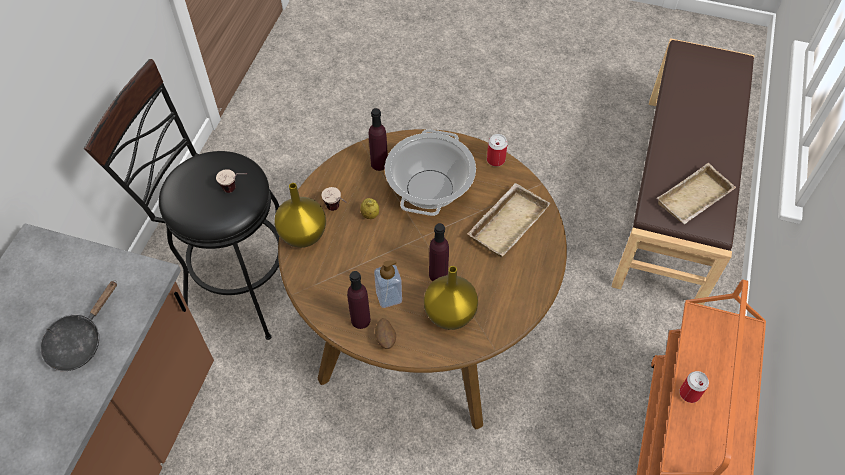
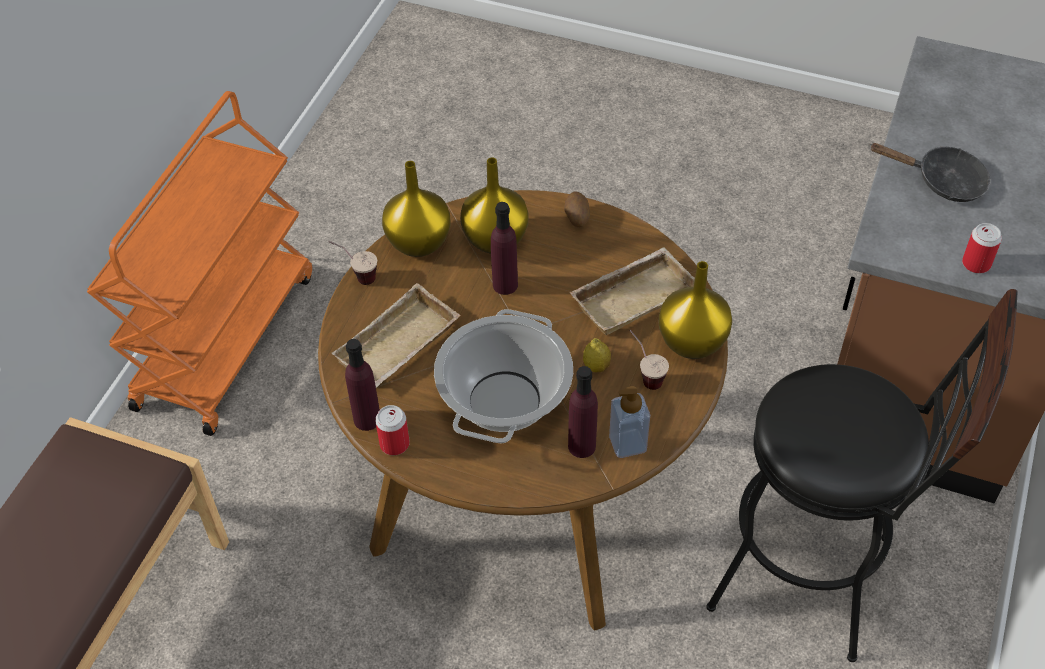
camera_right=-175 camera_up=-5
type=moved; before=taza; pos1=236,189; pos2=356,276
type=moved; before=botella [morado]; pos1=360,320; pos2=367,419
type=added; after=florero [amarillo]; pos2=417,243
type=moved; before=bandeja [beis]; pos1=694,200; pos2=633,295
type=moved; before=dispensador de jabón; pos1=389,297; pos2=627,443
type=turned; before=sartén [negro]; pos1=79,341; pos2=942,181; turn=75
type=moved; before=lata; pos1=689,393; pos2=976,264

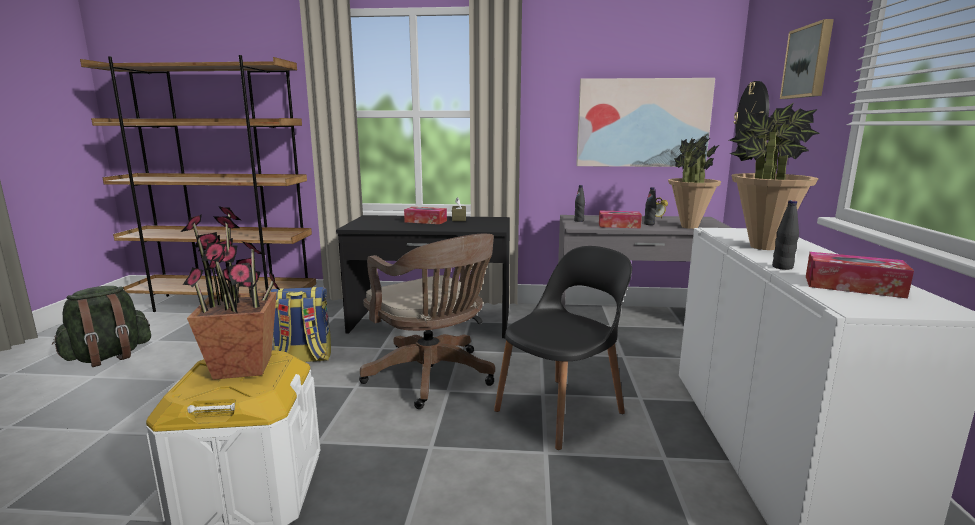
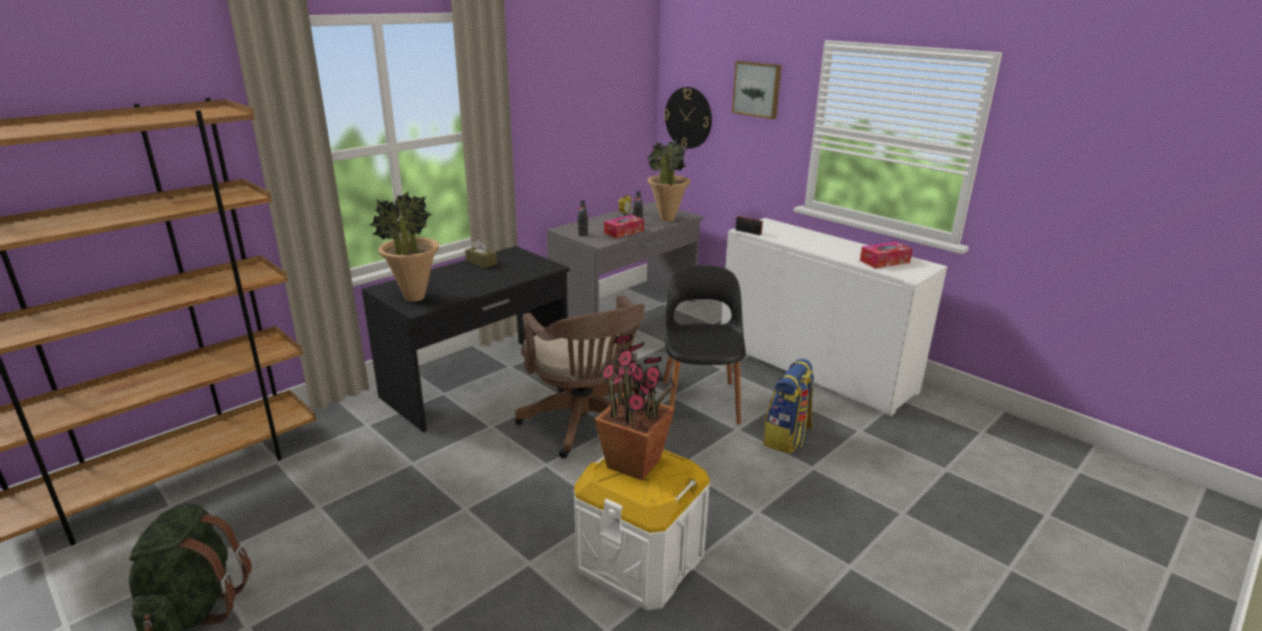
camera_right=-50 camera_up=10
type=moved; before=planta en maceta; pos1=762,247; pos2=414,298
type=turned; before=silla de oficina [marrón]; pos1=433,377; pos2=585,425; turn=60
type=added; after=radio; pos2=749,232
type=moved; before=mochila; pos1=303,358; pos2=787,438
type=removed; before=caja de pañuelos; pos1=425,221
type=removed; before=cuadro; pos1=642,123
type=removed; before=botella [negro]; pos1=782,267

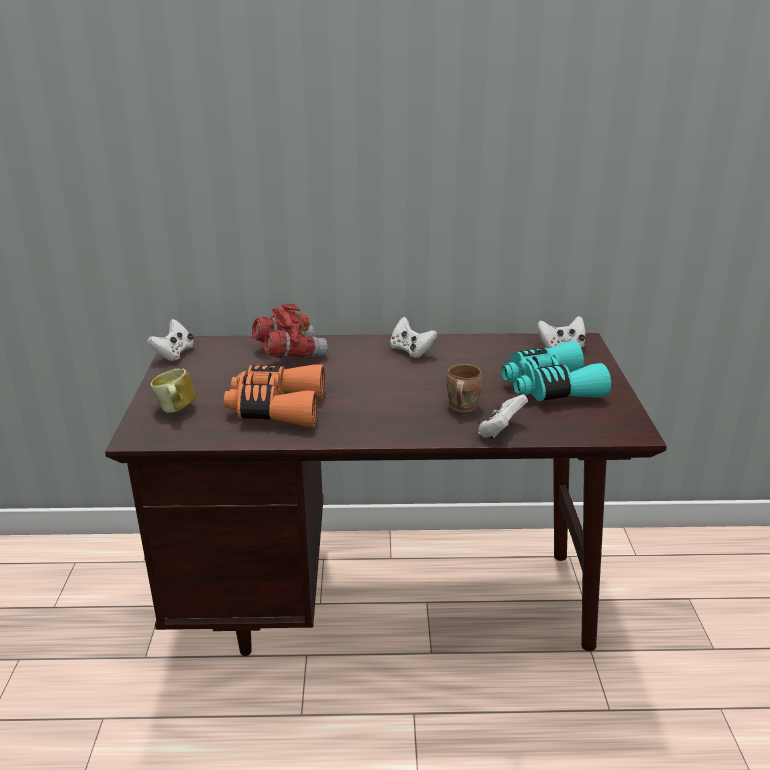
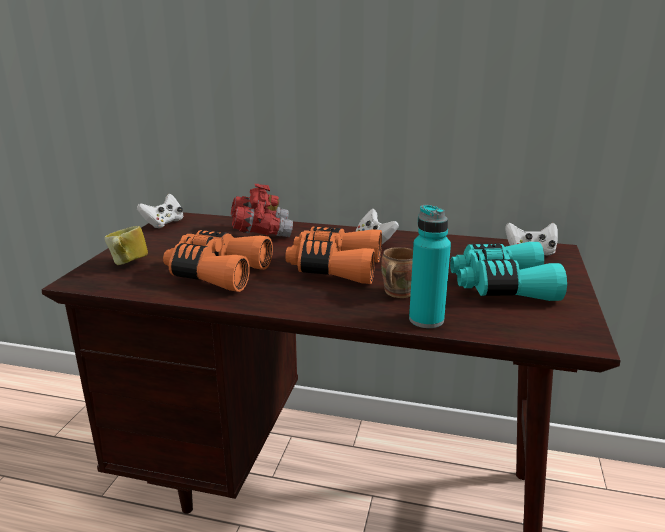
camera_right=15 camera_up=-5
type=added; after=prismáticos [naranja]; pos2=334,267
type=replaced; before=mando de consola [blanco]; after=botella [turquesa]; pos1=500,431; pos2=426,320

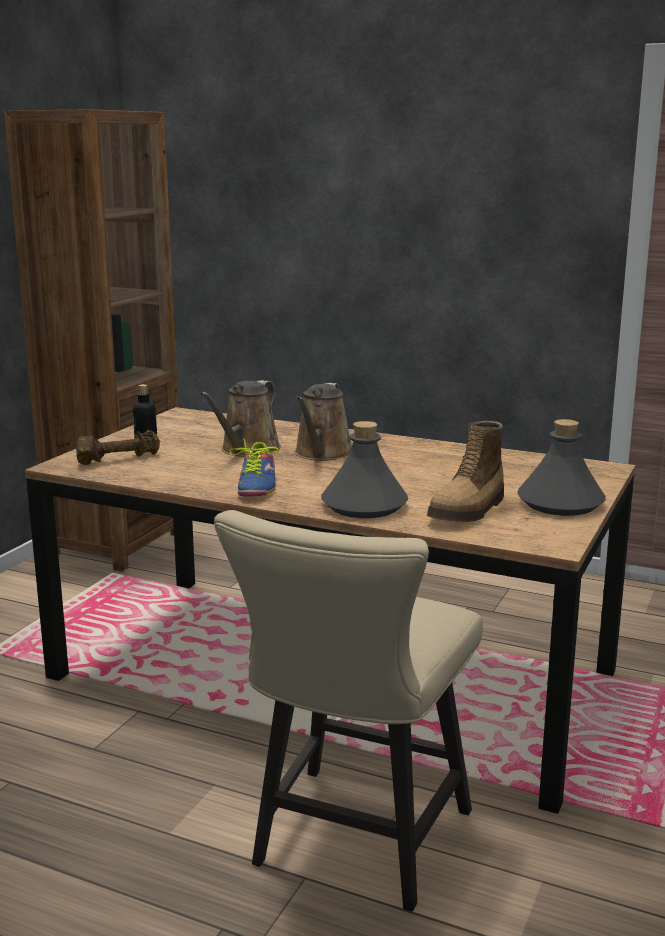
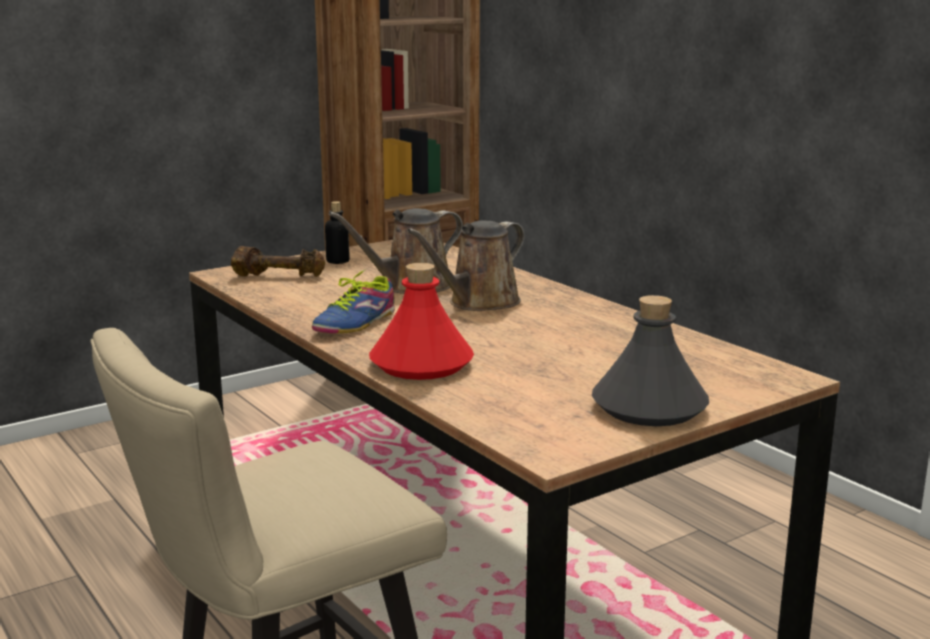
camera_right=30 camera_up=0
type=recoloured; before=botella [gris]; after=botella [rojo]; pos1=365,506; pos2=422,365
type=removed; before=bota; pos1=468,511

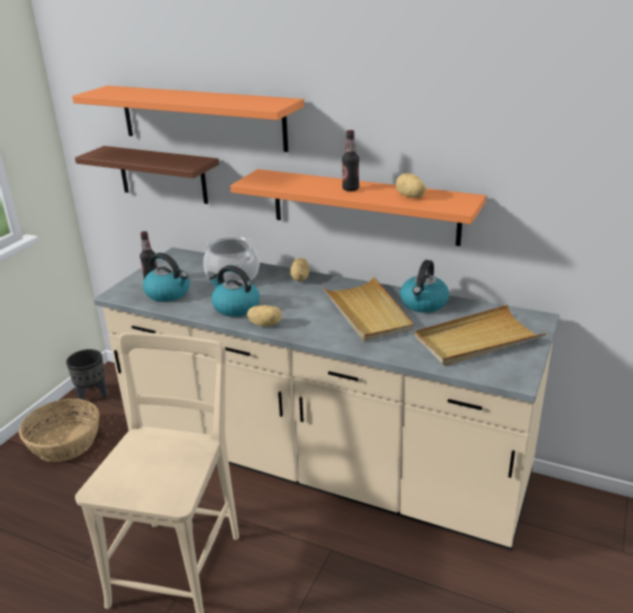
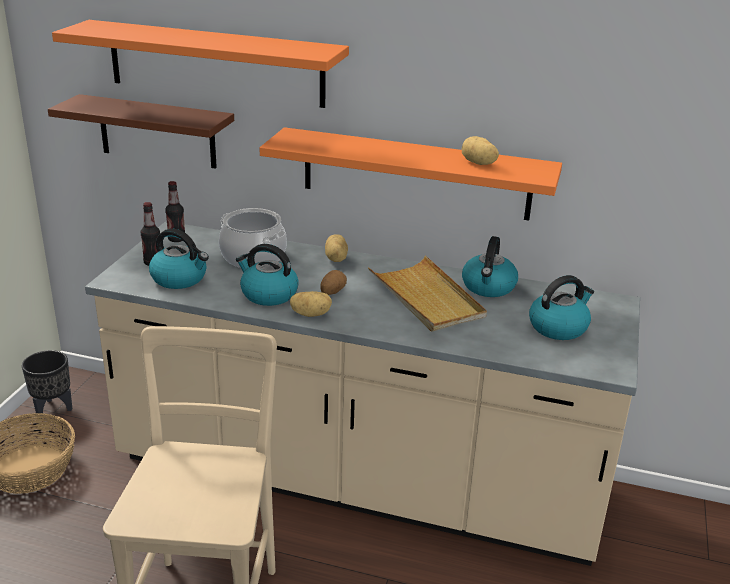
camera_right=-10 camera_up=0
type=moved; before=botella; pos1=350,189; pos2=176,239
type=added; after=patata; pos2=332,292
type=replaced; before=bandeja [beis]; after=hervidor; pos1=477,339; pos2=558,327

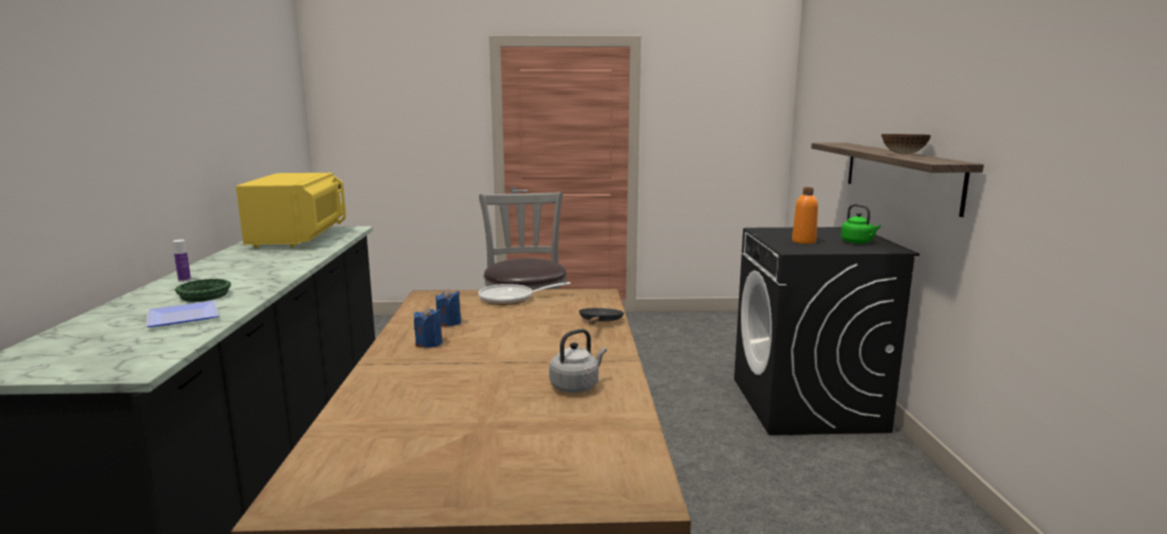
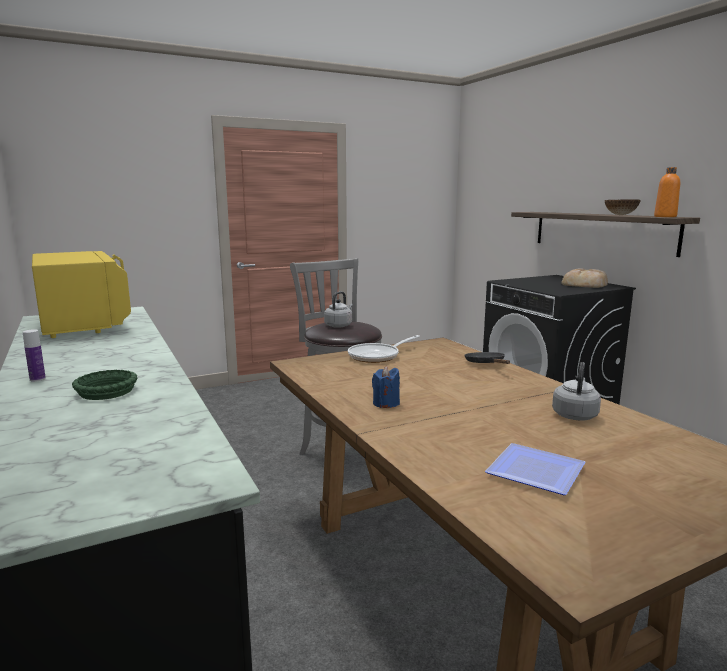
camera_right=-25 camera_up=0
type=added; after=hervidor [gris]; pos2=339,325
type=moved; before=plato; pos1=186,316; pos2=533,470
type=replaced; before=hervidor [verde]; after=pan; pos1=858,242; pos2=585,284
type=moved; before=botella [naranja]; pos1=803,241; pos2=665,216
type=removed; before=vela [azul]; pos1=449,323

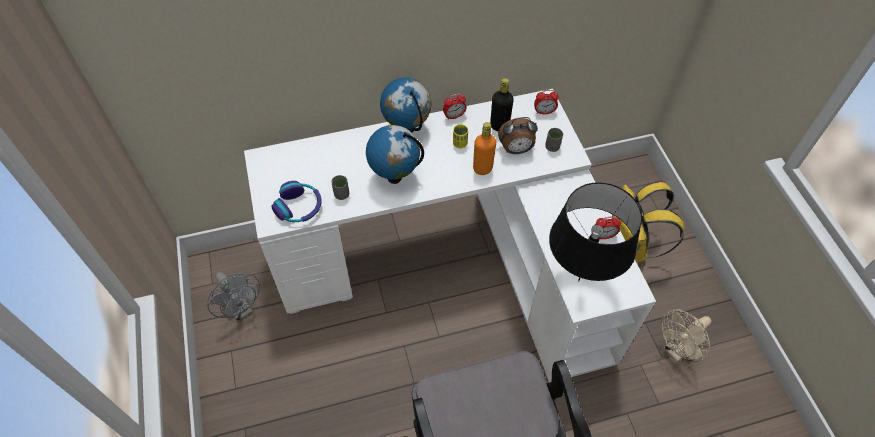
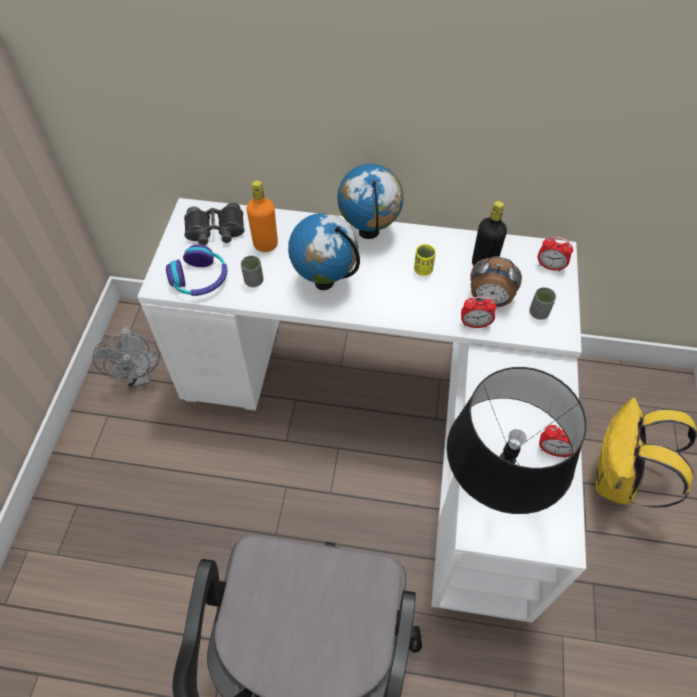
camera_right=25 camera_up=0
type=added; after=prismáticos [negro]; pos2=215,231
type=moved; before=botella [naranja]; pos1=482,168; pos2=265,245
type=moved; before=despertador; pos1=454,116; pos2=475,324
type=removed; before=ventilador [beis]; pos1=677,350

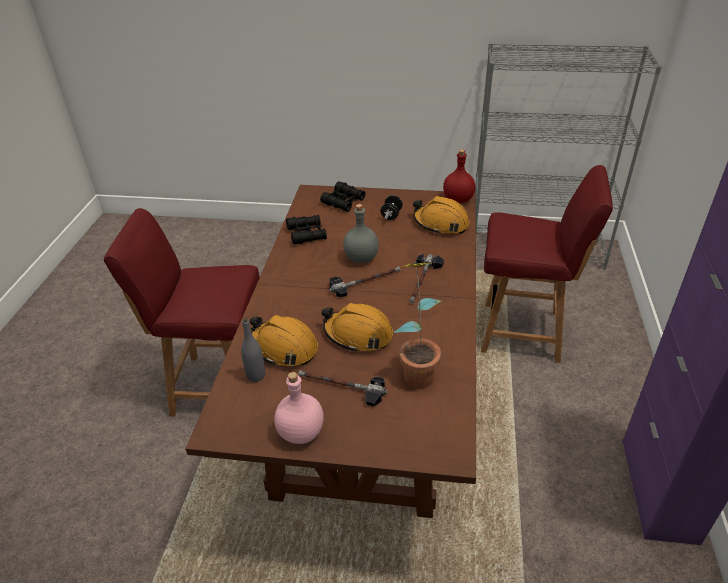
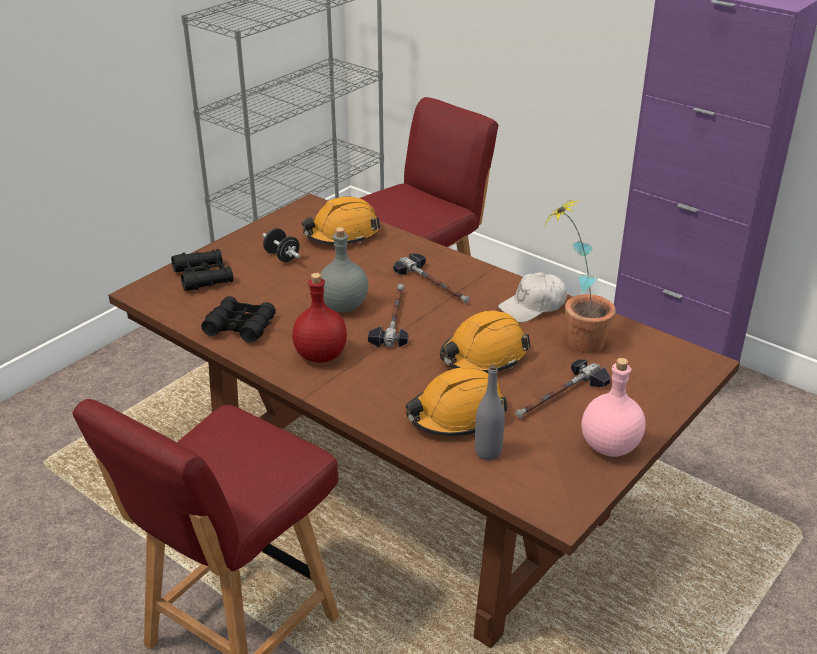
camera_right=-60 camera_up=-5
type=moved; before=botella [rojo]; pos1=457,200; pos2=320,356
type=added; after=gorra [blanco]; pos2=533,306

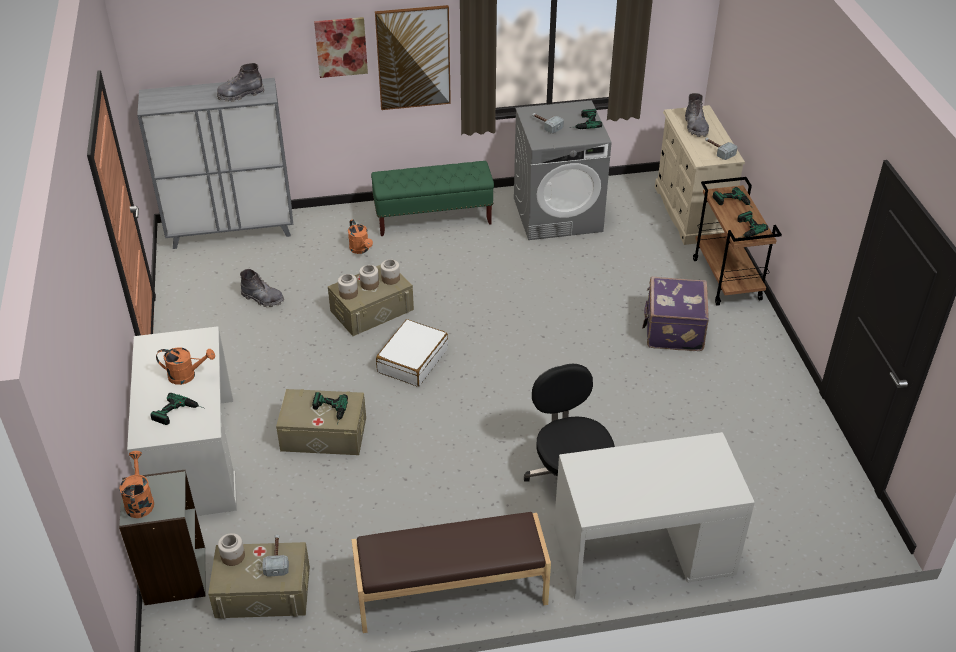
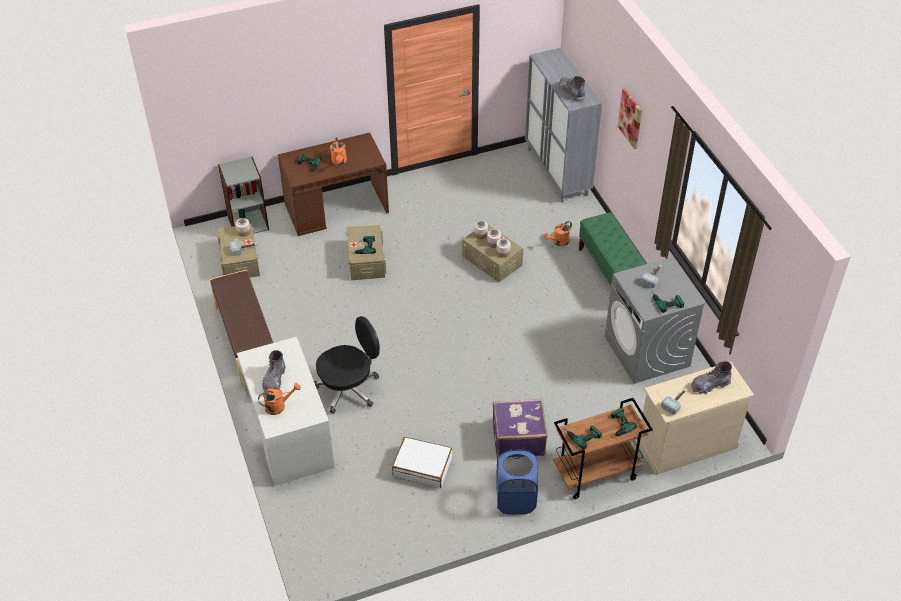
camera_right=80 camera_up=5
type=moved; before=regadera [naranja]; pos1=139,501; pos2=279,406
type=moved; before=bota [gris]; pos1=262,298; pos2=274,380
type=recoloured; before=escritorio [blanco]; after=escritorio [marrón]; pos1=193,457; pos2=336,208
type=moved; before=maleta [blanco]; pos1=412,360; pos2=422,467
type=added; after=cesto de la ropa [azul]; pos2=515,499
type=removed; before=cuadro; pos1=413,57

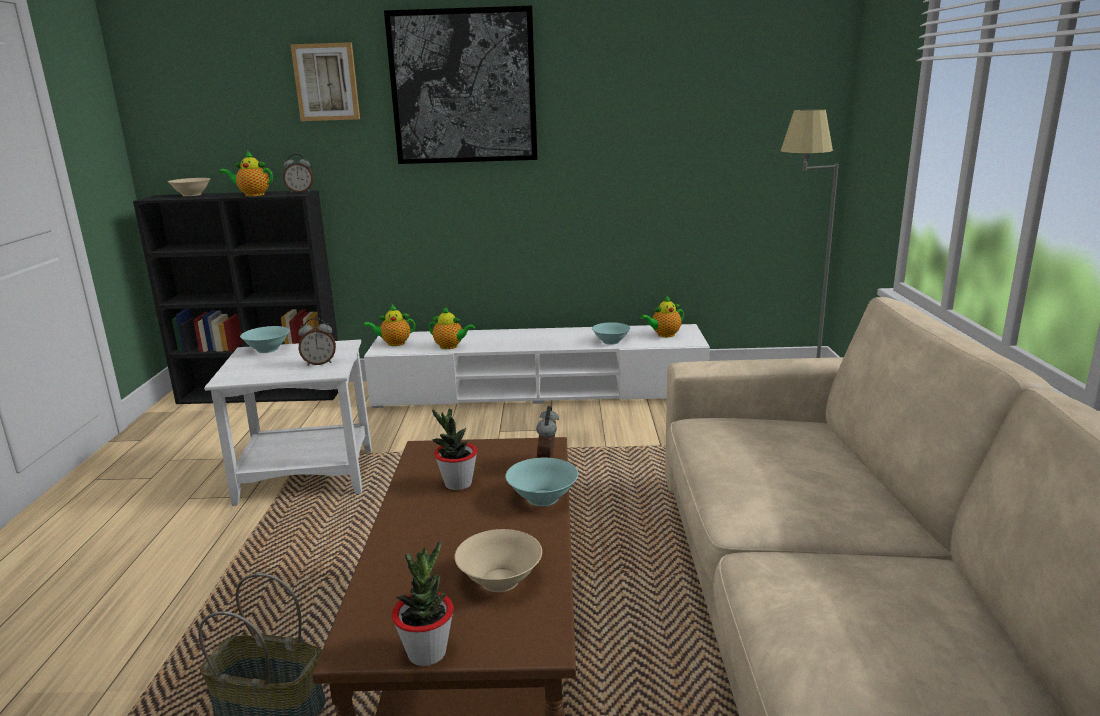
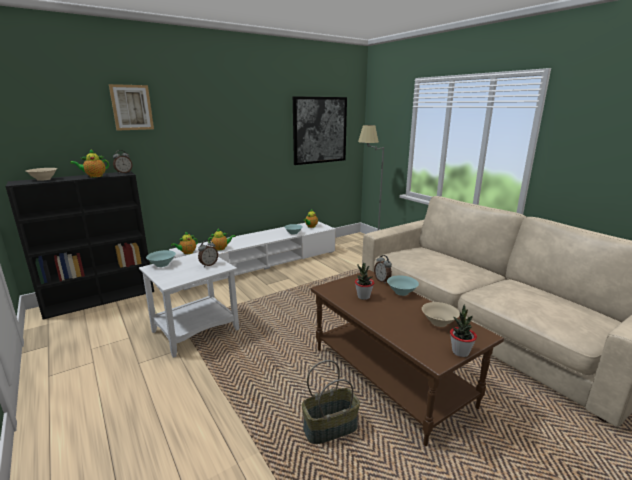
camera_right=-35 camera_up=0
type=moved; before=cuadro; pos1=463,87; pos2=319,130

